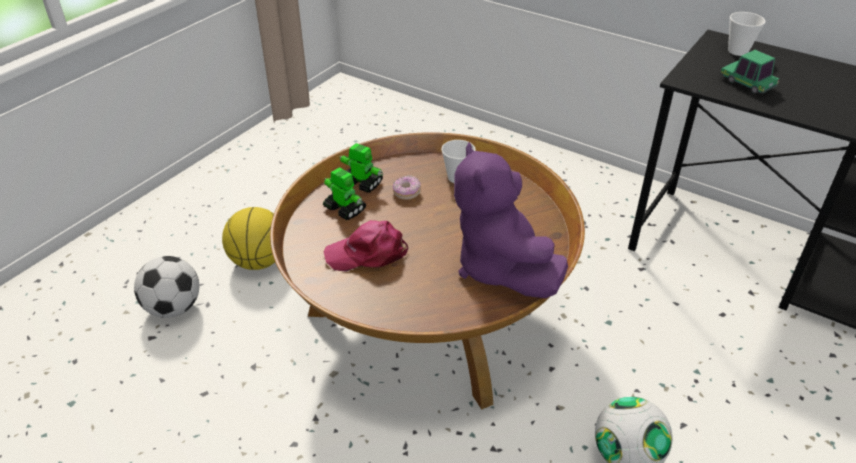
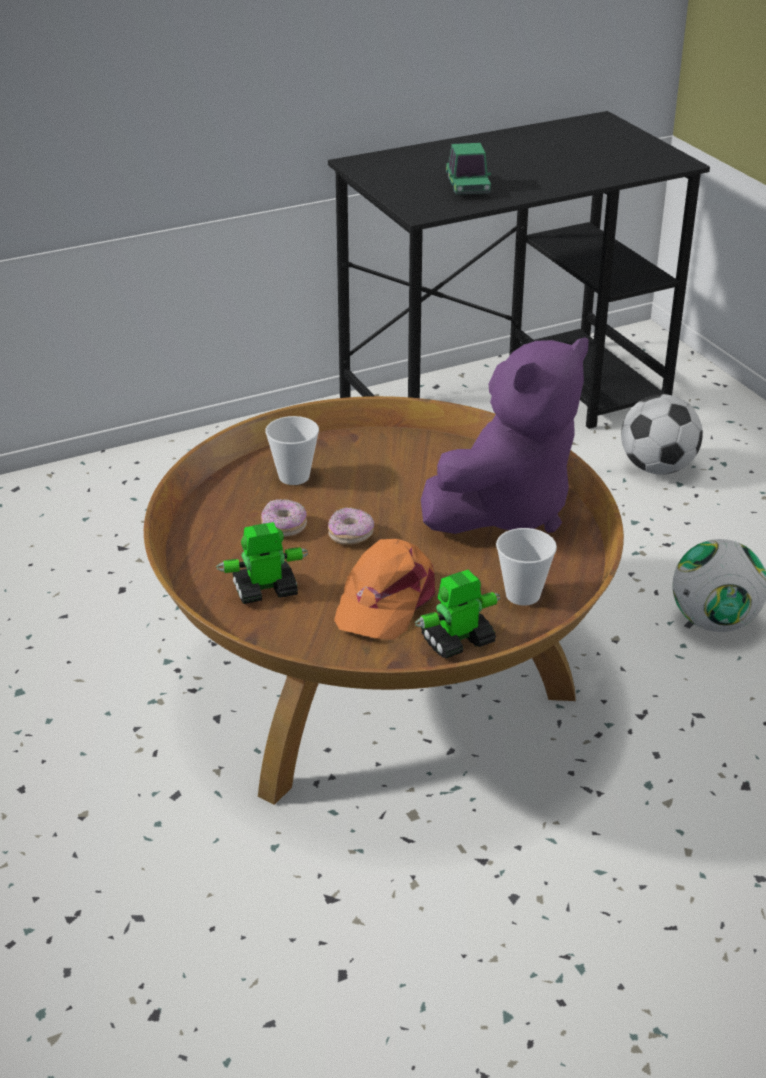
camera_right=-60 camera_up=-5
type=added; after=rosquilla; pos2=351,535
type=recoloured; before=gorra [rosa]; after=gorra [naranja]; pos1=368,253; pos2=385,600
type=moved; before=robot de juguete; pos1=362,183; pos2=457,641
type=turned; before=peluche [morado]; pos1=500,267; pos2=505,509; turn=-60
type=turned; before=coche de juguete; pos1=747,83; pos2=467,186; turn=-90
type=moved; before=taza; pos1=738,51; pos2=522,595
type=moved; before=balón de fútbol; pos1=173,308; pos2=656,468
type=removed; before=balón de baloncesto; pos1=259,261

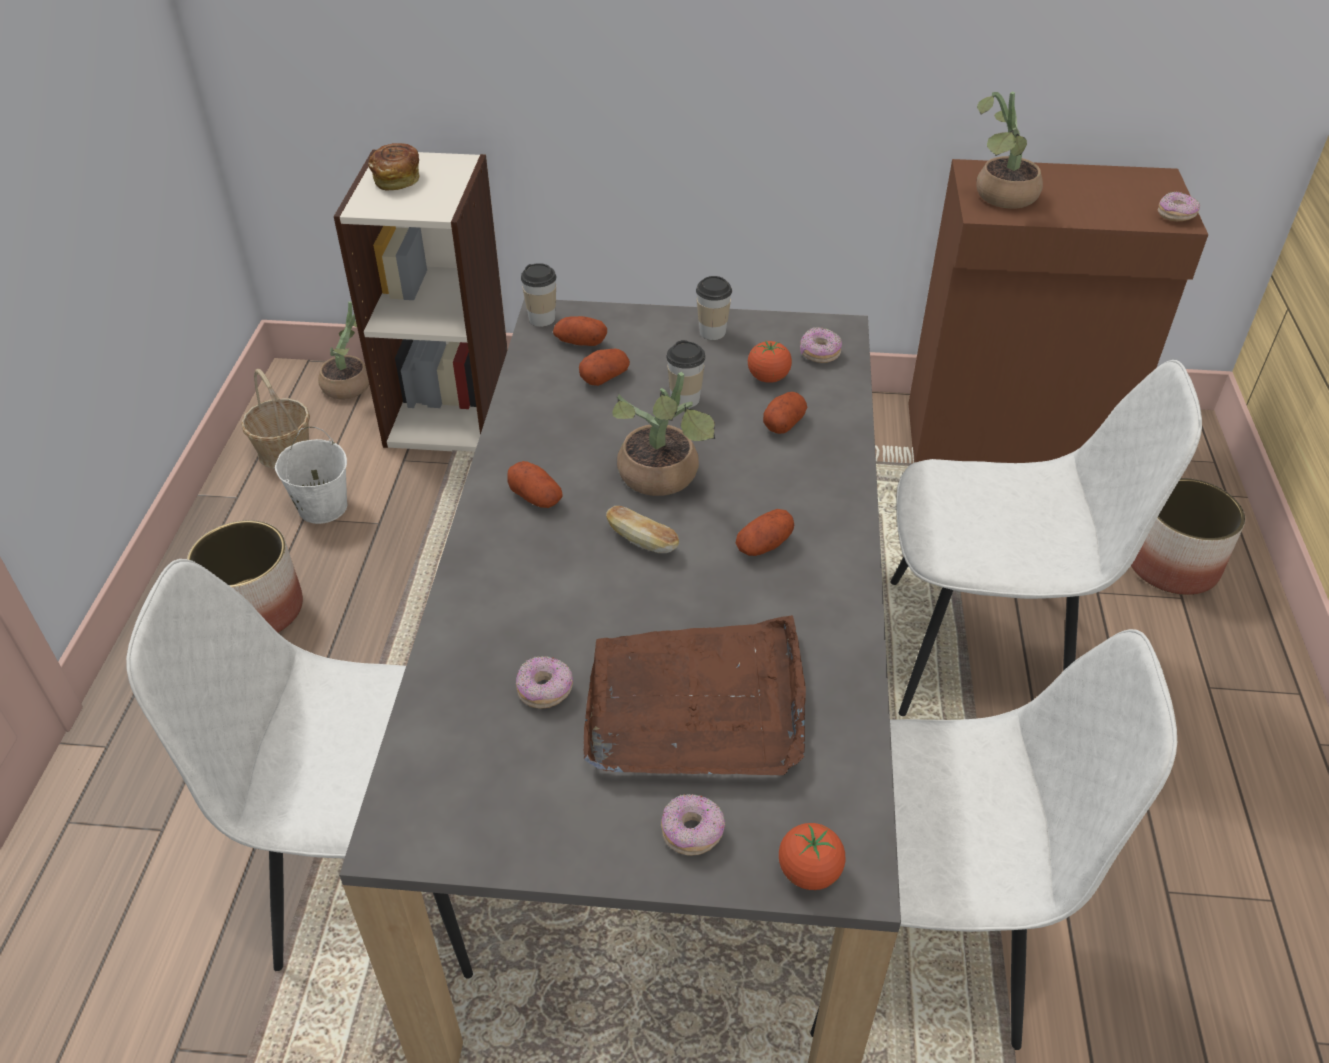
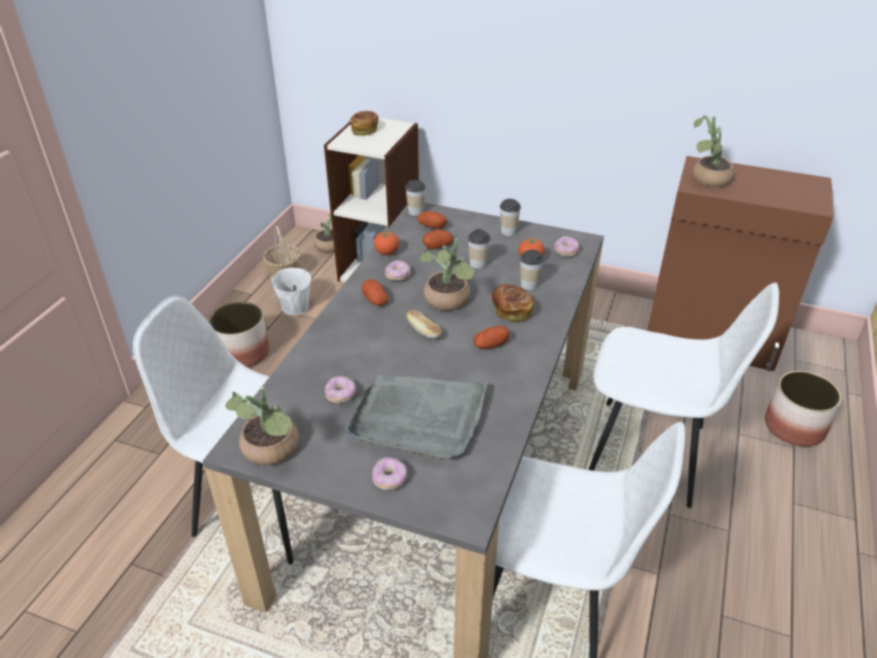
camera_right=15 camera_up=-5
type=added; after=planta en maceta; pos2=271,453
type=recoloured; before=bandeja [marrón]; after=bandeja [gris]; pos1=697,705; pos2=419,418
type=moved; before=tomate; pos1=809,872; pos2=386,253
type=moved; before=rosquilla; pos1=1175,215; pos2=398,276
type=added; after=pan; pos2=511,311
type=replaced; before=patata; after=taza; pos1=783,423; pos2=529,284

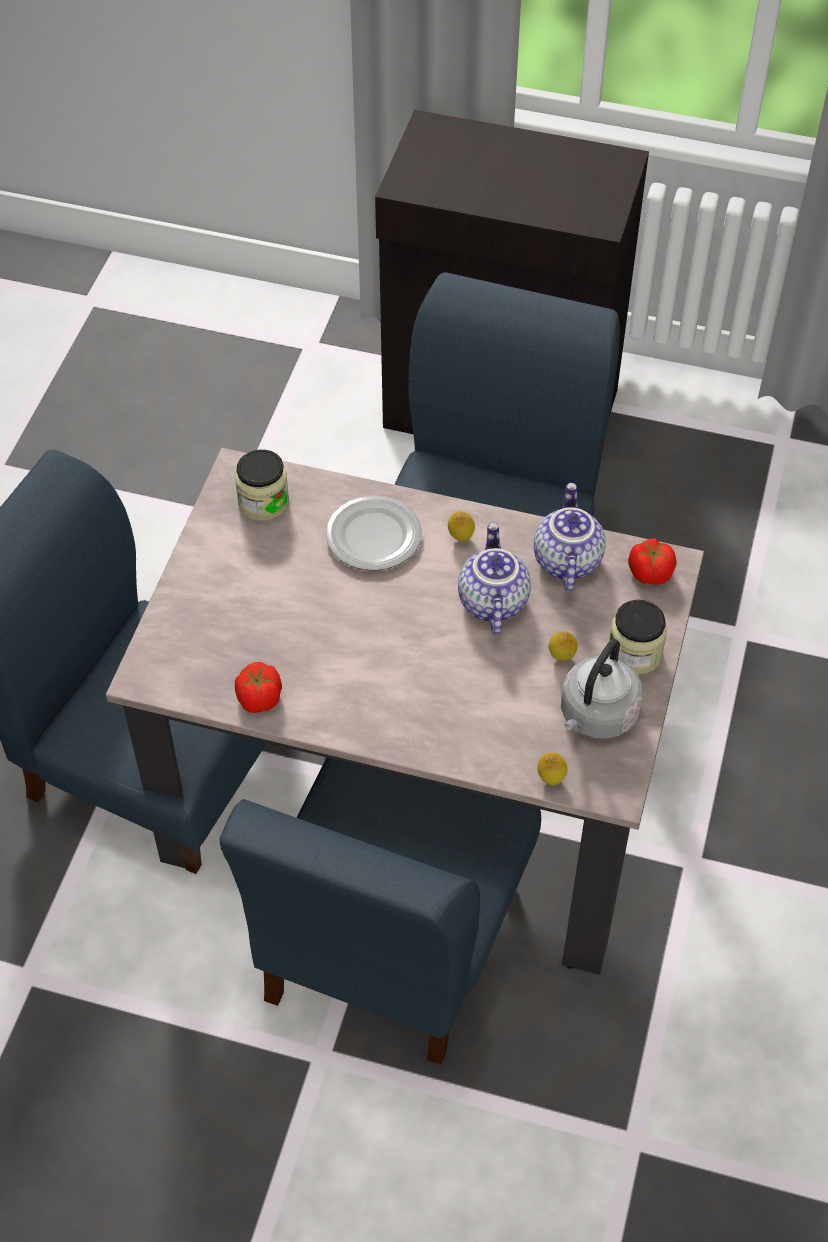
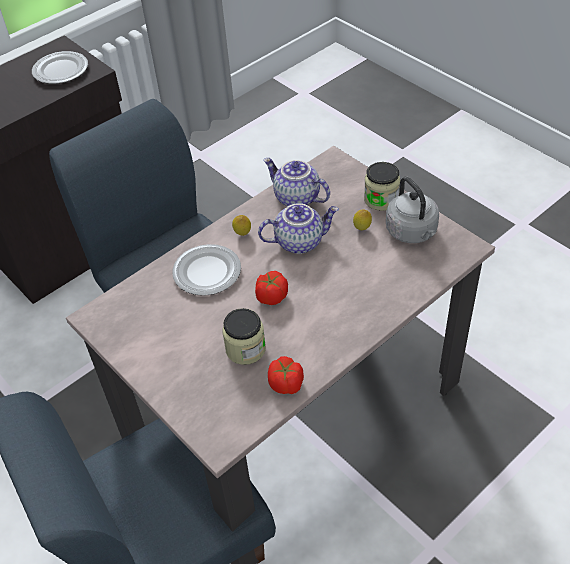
camera_right=-55 camera_up=-5
type=added; after=plato; pos2=60,71
type=moved; before=tarro; pos1=263,502; pos2=245,349
type=moved; before=tomate; pos1=650,573; pos2=271,297
type=turned; before=tetera; pos1=491,601; pos2=299,241; turn=135
type=removed; before=silla [azul]; pos1=390,943
type=removed; before=limón; pos1=551,779

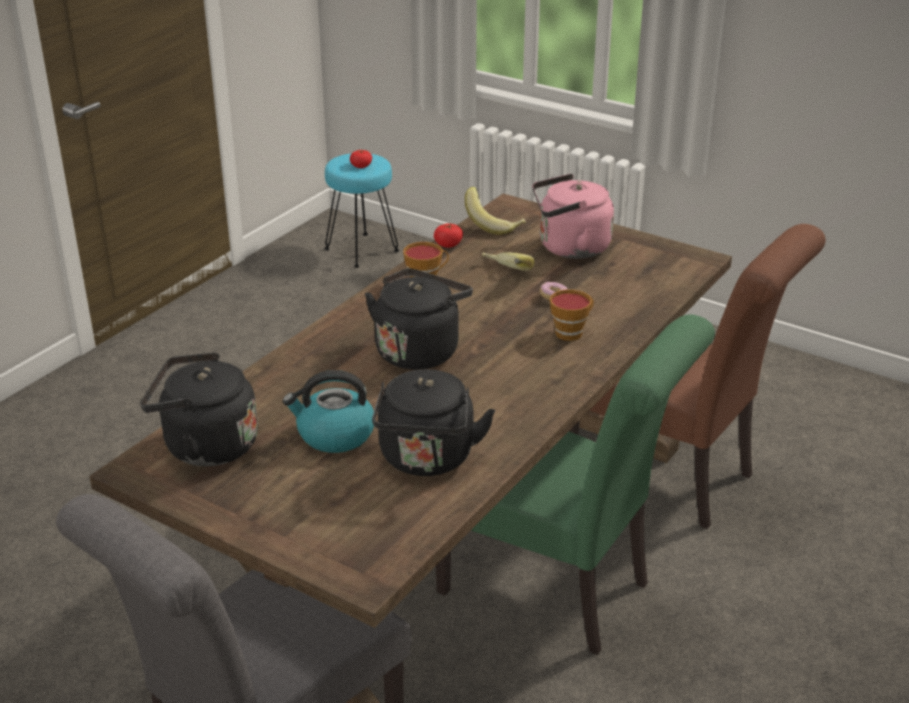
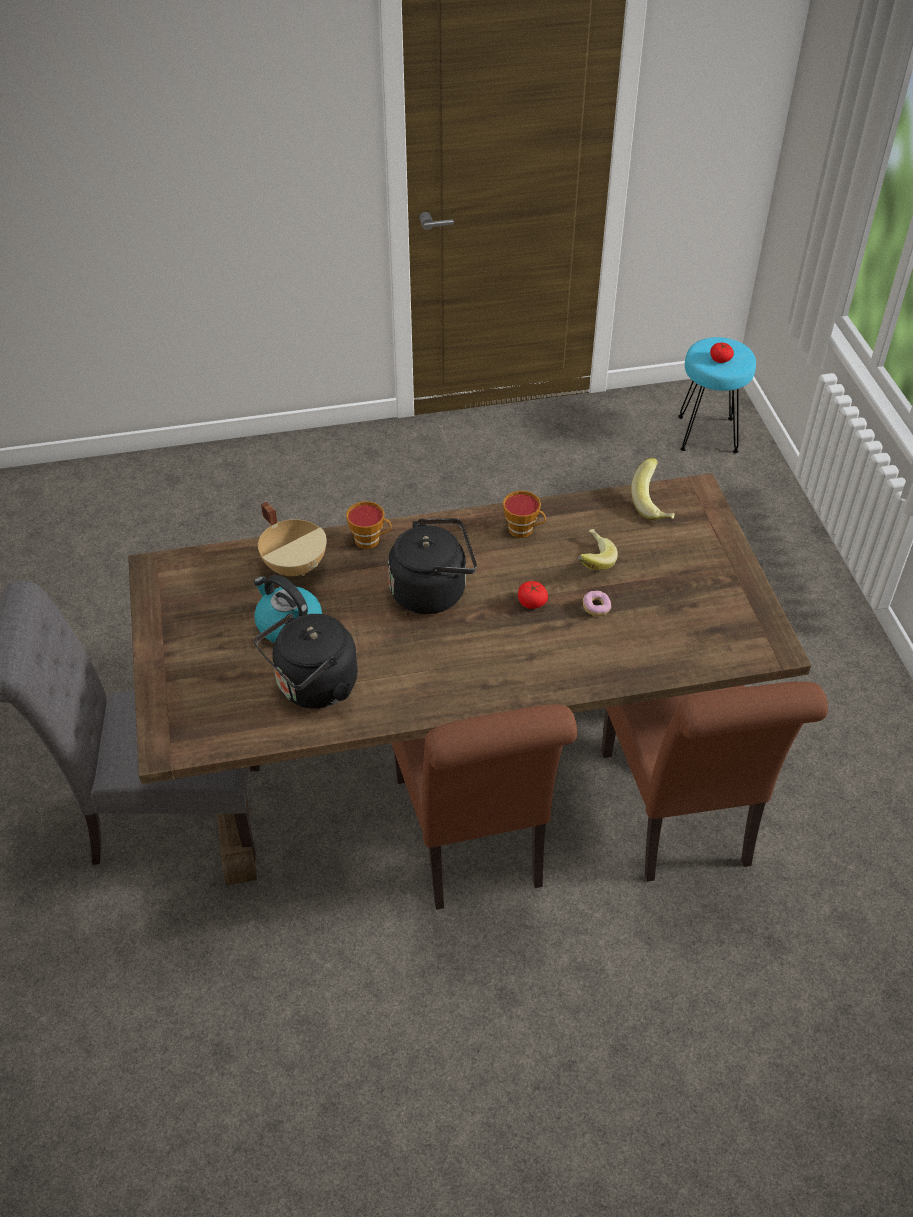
camera_right=45 camera_up=15
type=added; after=olla [beis]; pos2=296,565
type=moved; before=taza; pos1=571,332; pos2=370,540
type=recoloured; before=silla [verde]; after=silla [marrón]; pos1=556,591; pos2=472,840
type=moved; before=tomate; pos1=448,244; pos2=532,602
type=removed; before=hervidor [negro]; pos1=205,446
type=removed; before=hervidor [rosa]; pos1=569,248

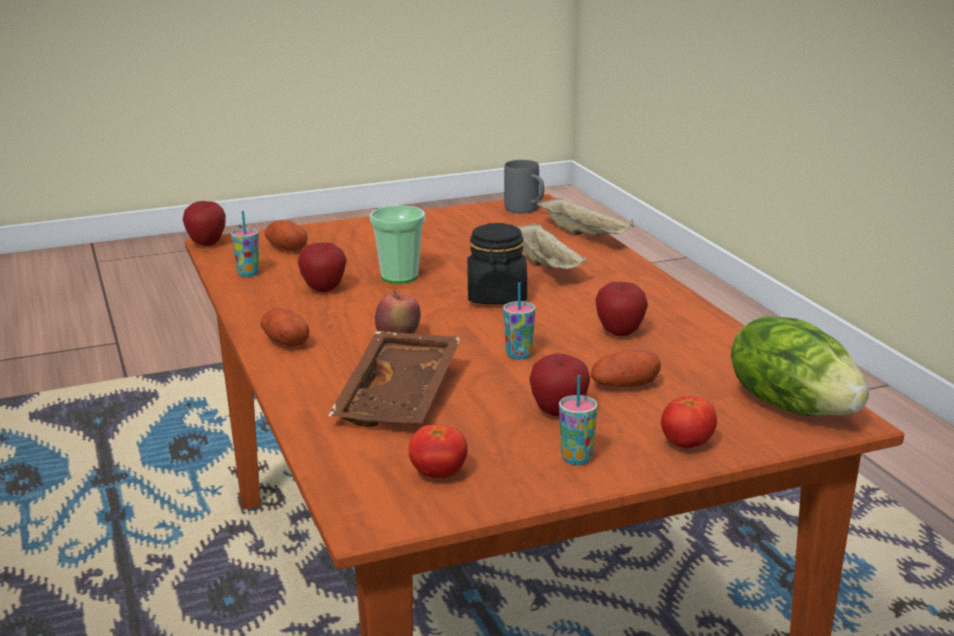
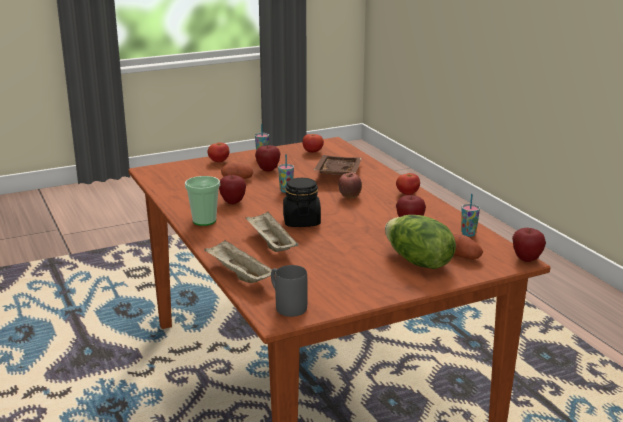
camera_right=175 camera_up=0
type=moved; before=taza; pos1=399,277; pos2=204,221
type=moved; before=lechuga; pos1=793,406; pos2=417,262
type=replaced; before=patata; after=tomate; pos1=285,342; pos2=407,194

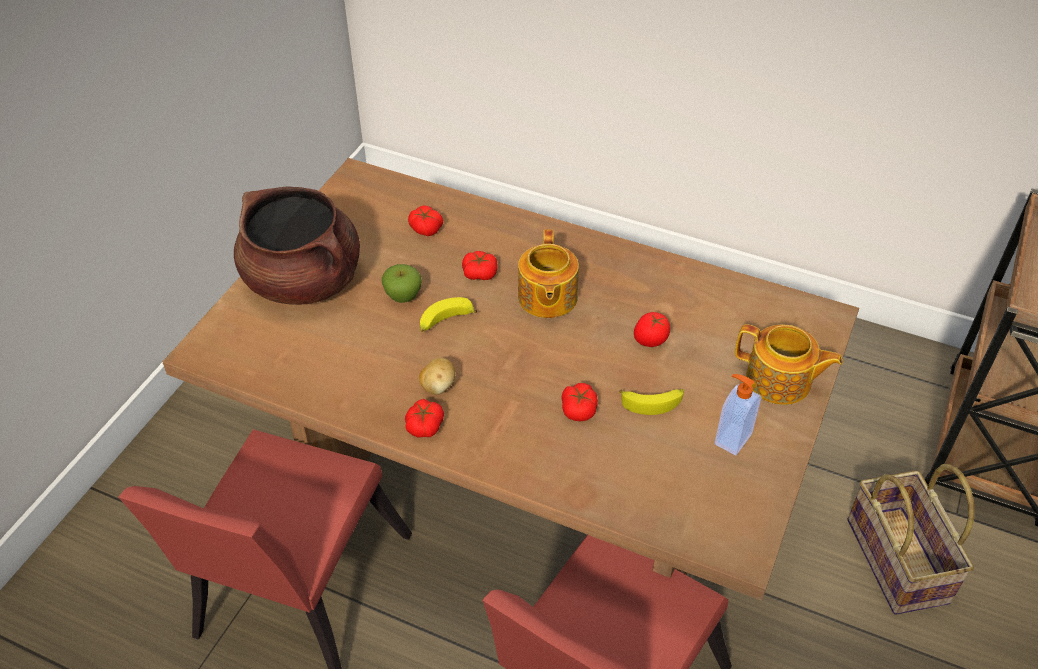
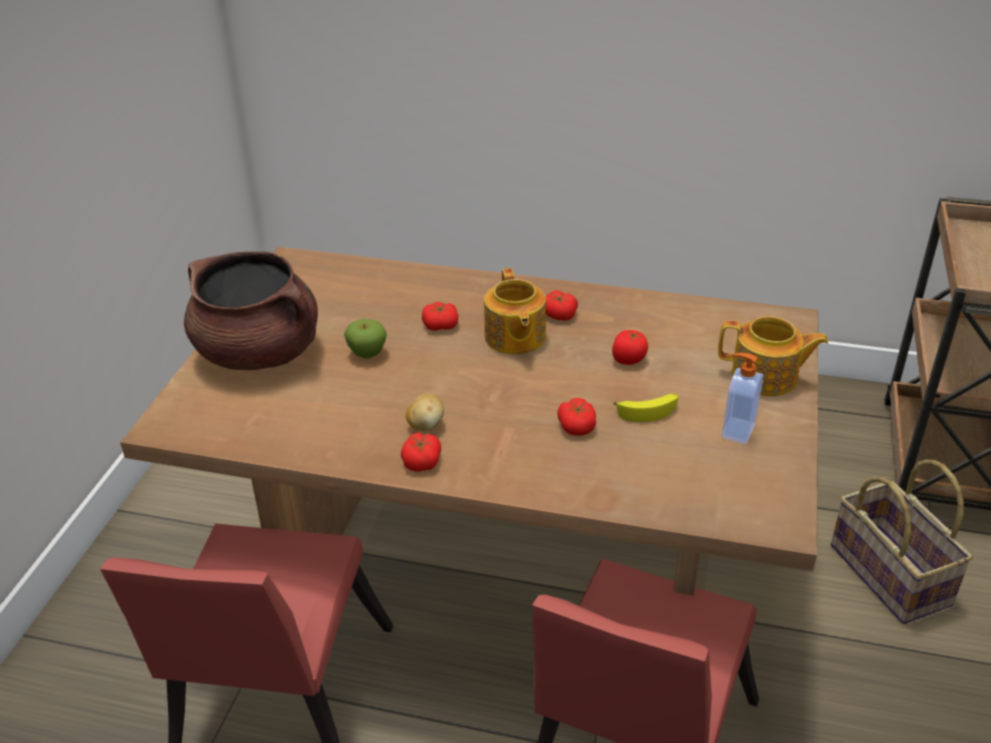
camera_right=-10 camera_up=-10
type=moved; before=tomate; pos1=426,228; pos2=559,314
type=removed; before=plátano; pos1=445,322

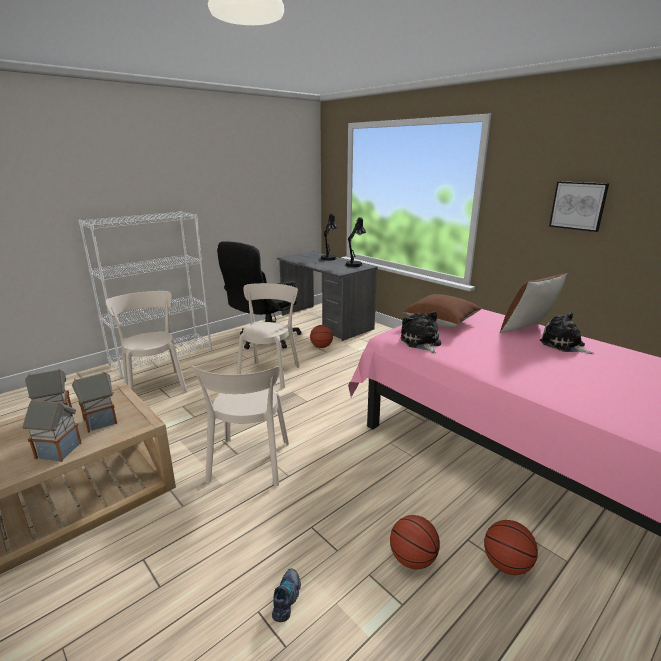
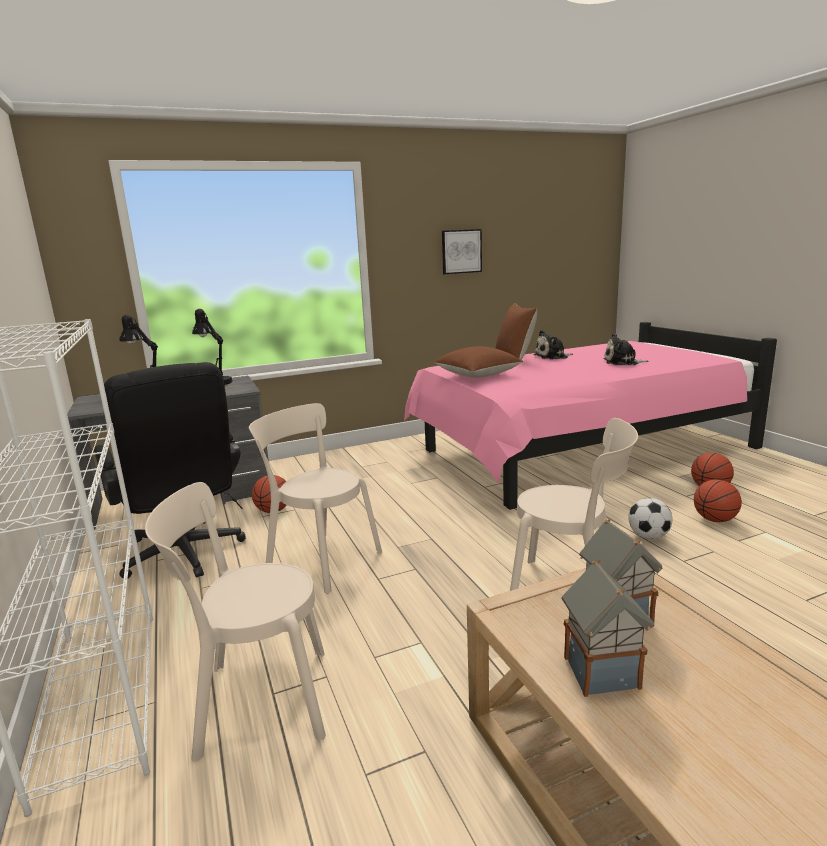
camera_right=-70 camera_up=-5
type=moved; before=peluche; pos1=421,342; pos2=622,362
type=added; after=balón de fútbol; pos2=648,536
type=removed; before=casita; pos1=60,450
type=removed; before=zapato; pos1=287,598

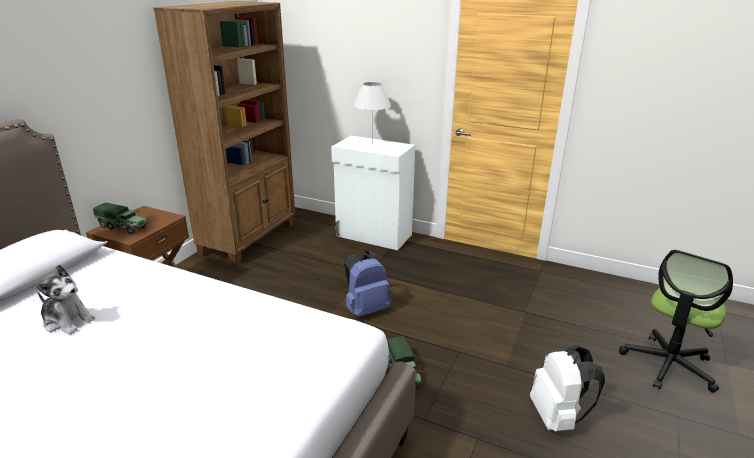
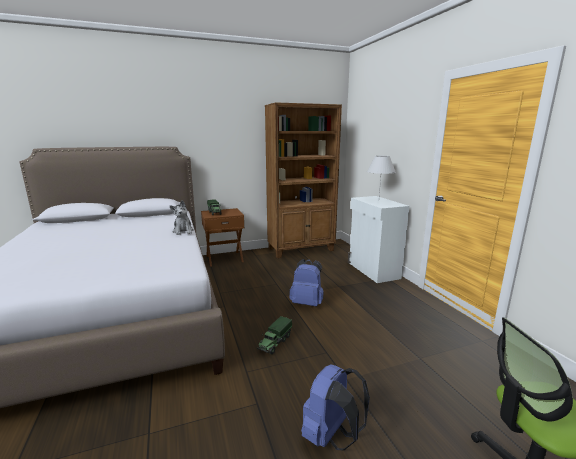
camera_right=45 camera_up=-10
type=moved; before=peluche; pos1=68,321; pos2=183,231
type=recoloured; before=mochila [blanco]; after=mochila [azul]; pos1=558,417; pos2=331,436

